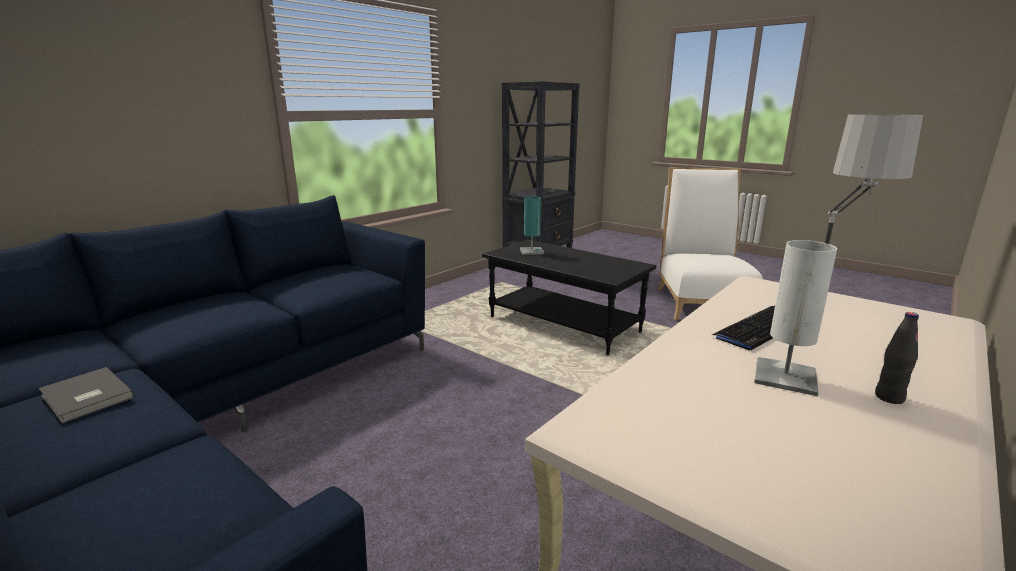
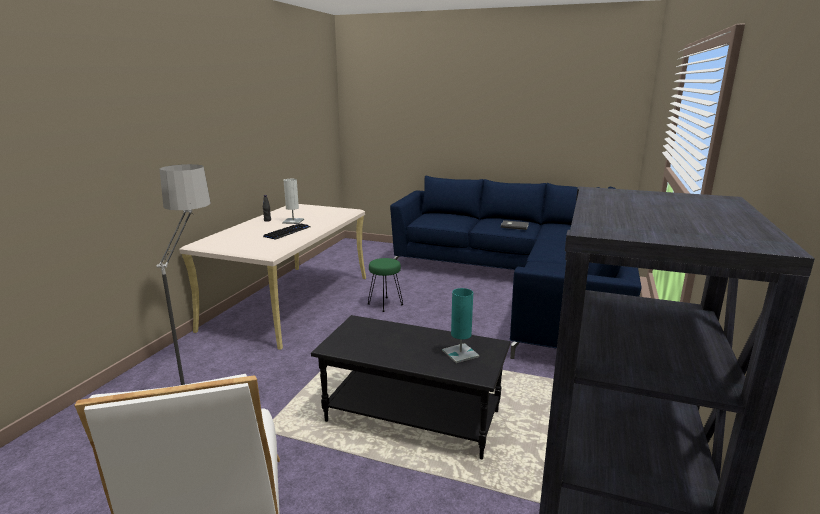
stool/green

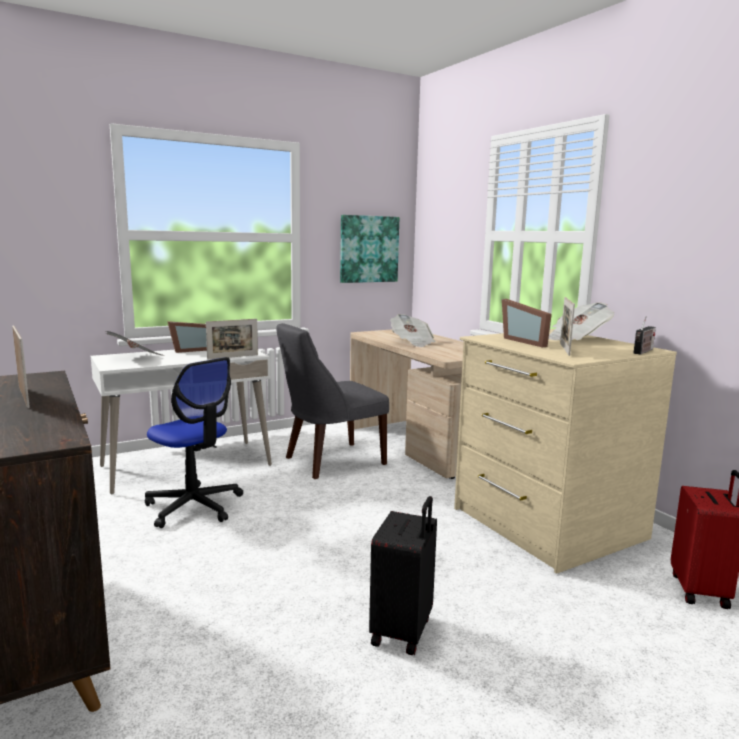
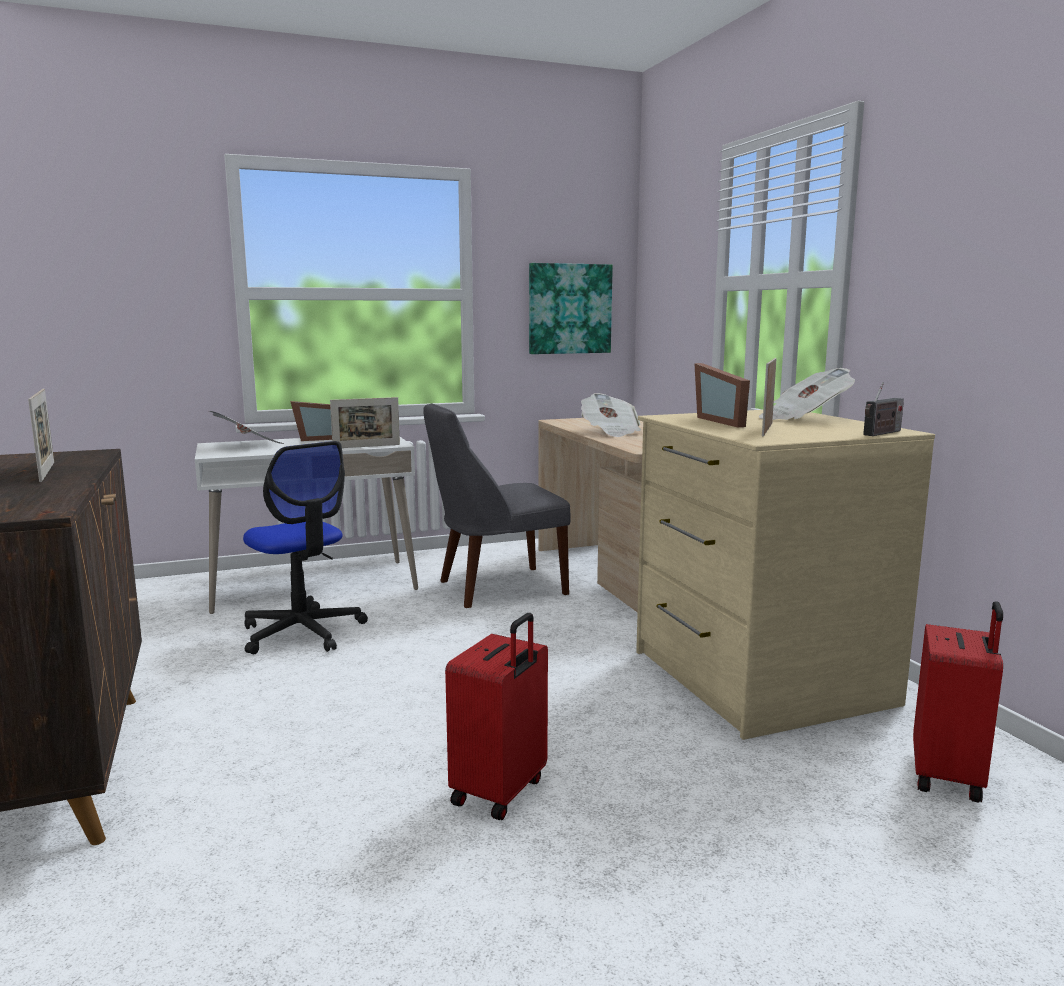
piece of luggage/reddish (1st from left)

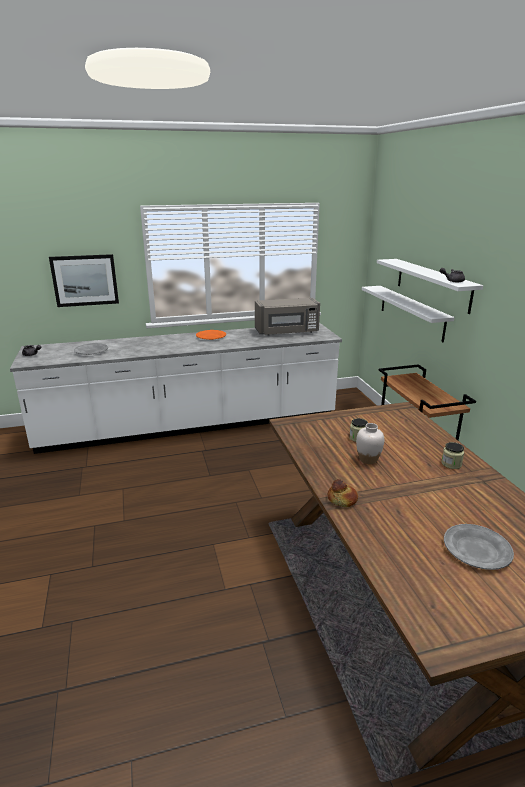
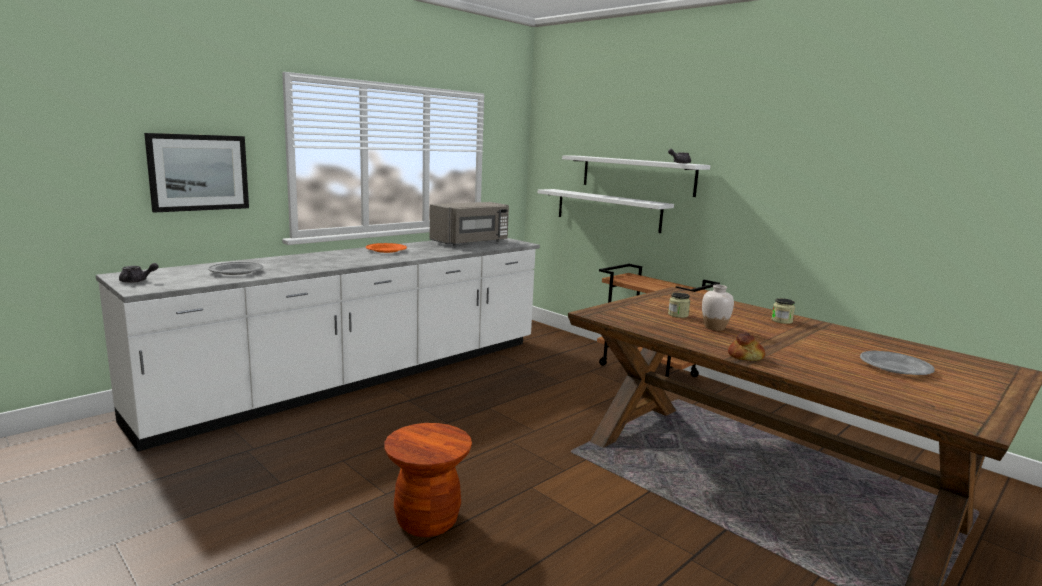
stool/brown-coloured

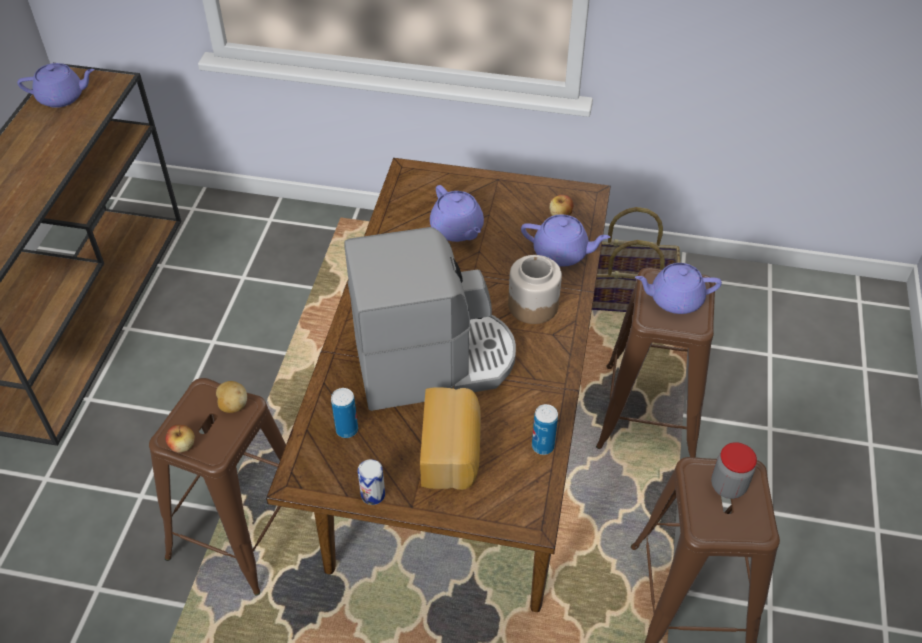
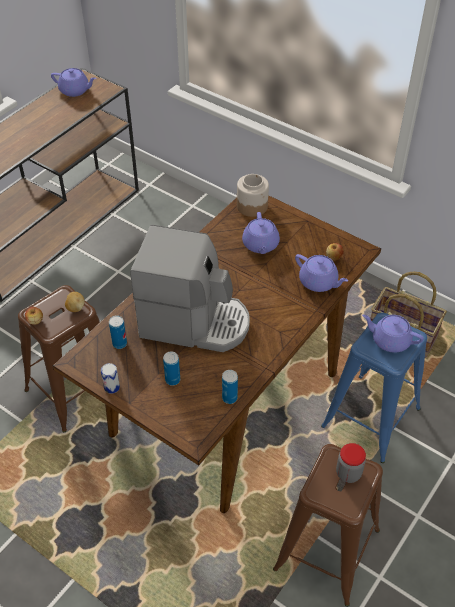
sealed can (3rd from left)
preserve jar (1st from left)
stool/bluish

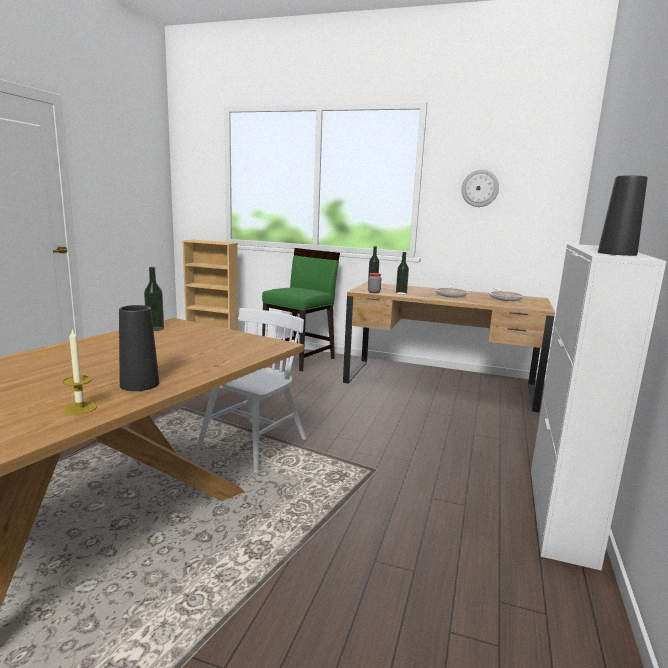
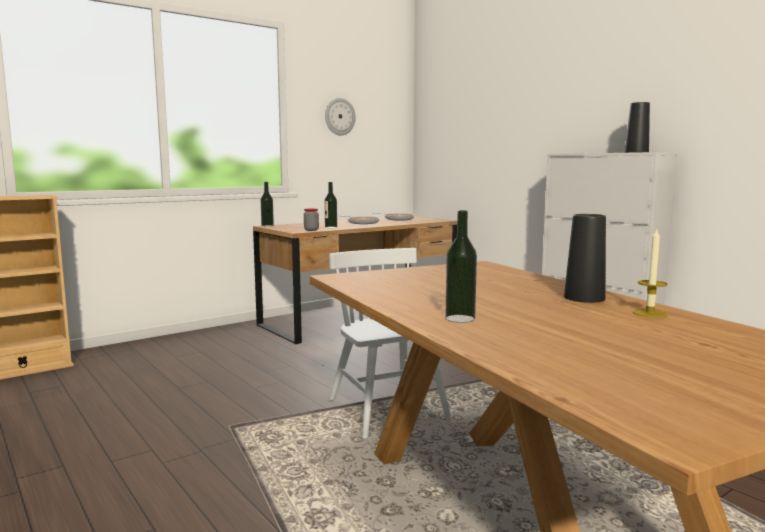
beverage bottle (3rd from left)
plain chair/green

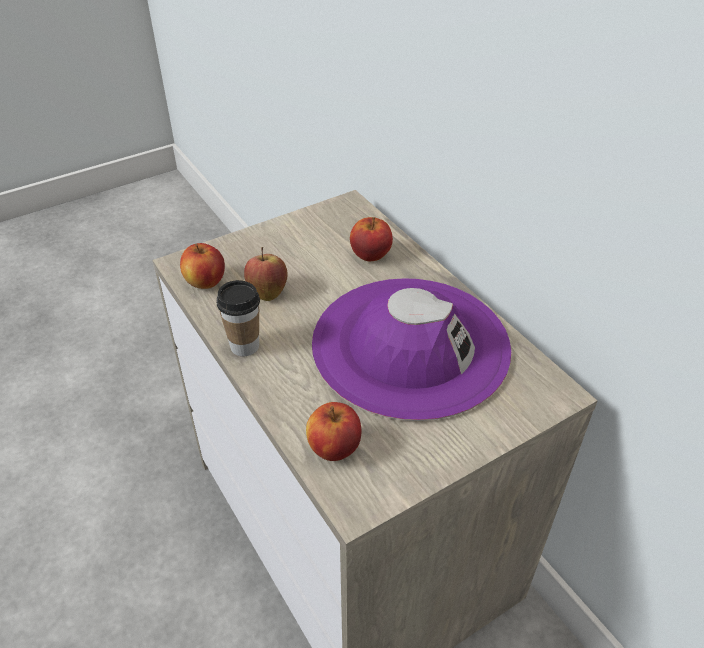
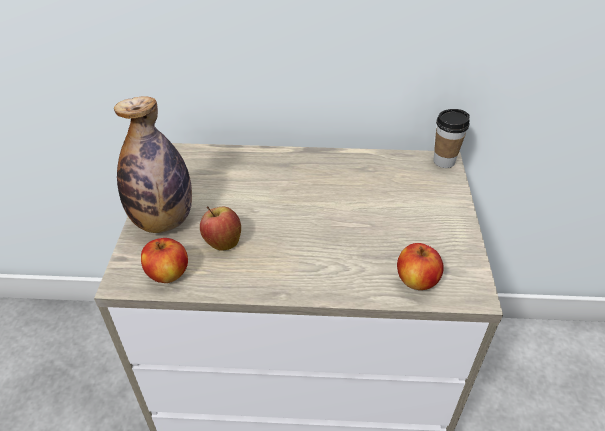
beverage bottle
small cup
hat/purplish
apple (4th from left in the first image)

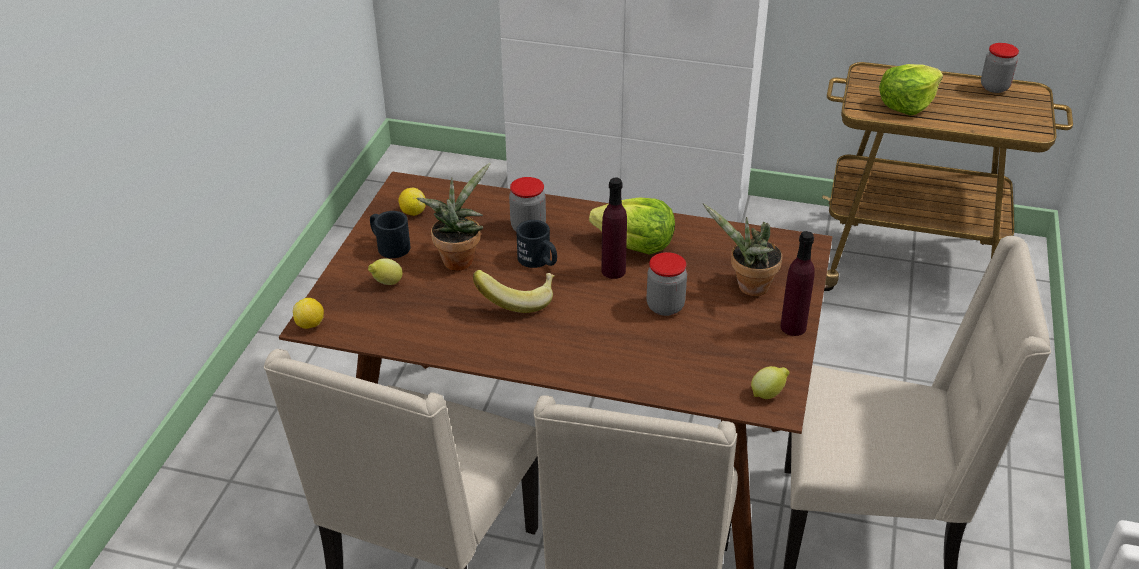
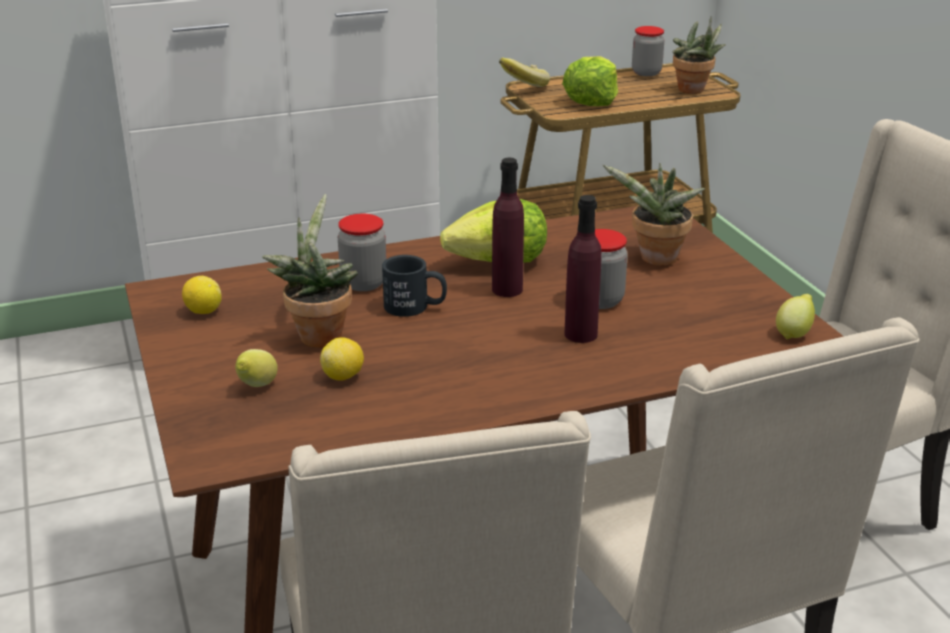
citrus fruit (3rd from left)
banana fruit
beverage bottle/purplish (2nd from left)
plant in a pot (3rd from left)
mug/black-coloured (1st from left in the first image)

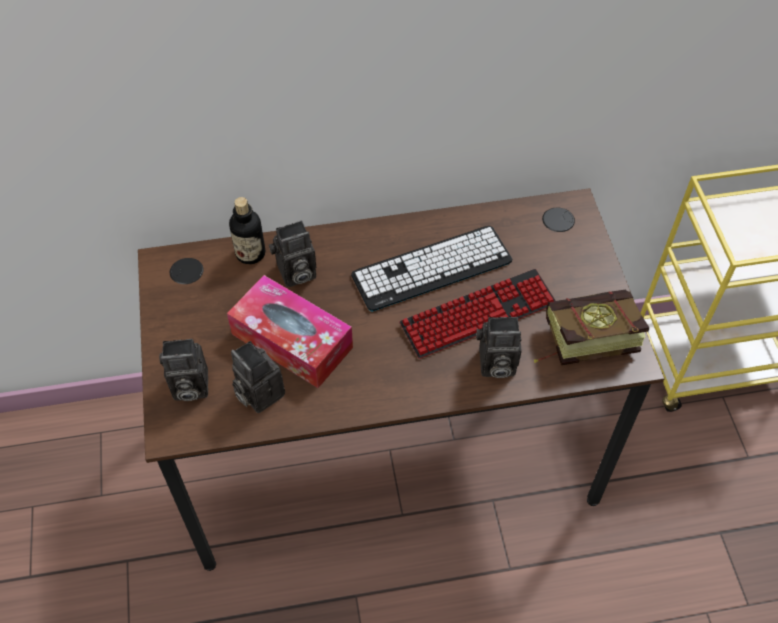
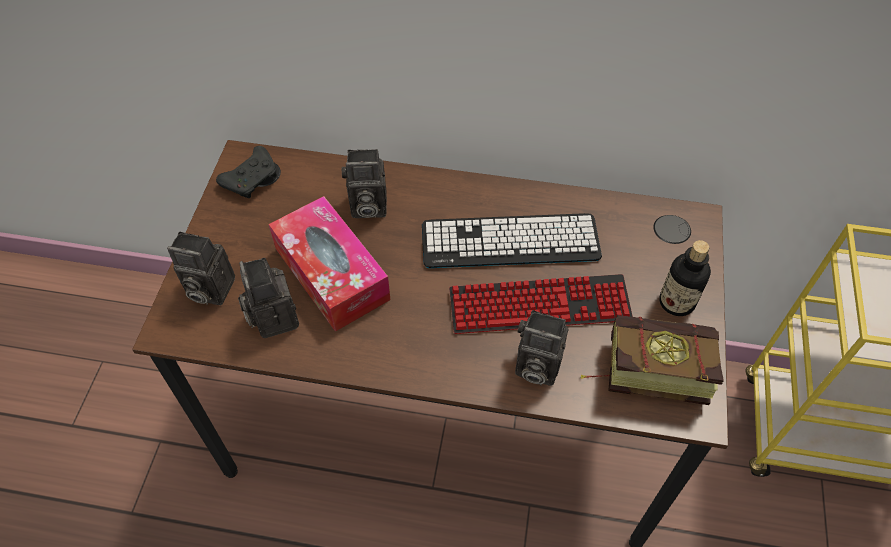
joypad/black-coloured
beverage bottle

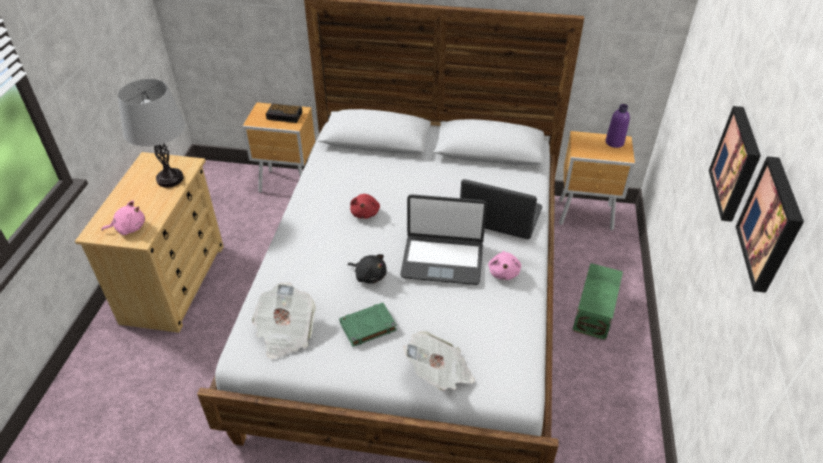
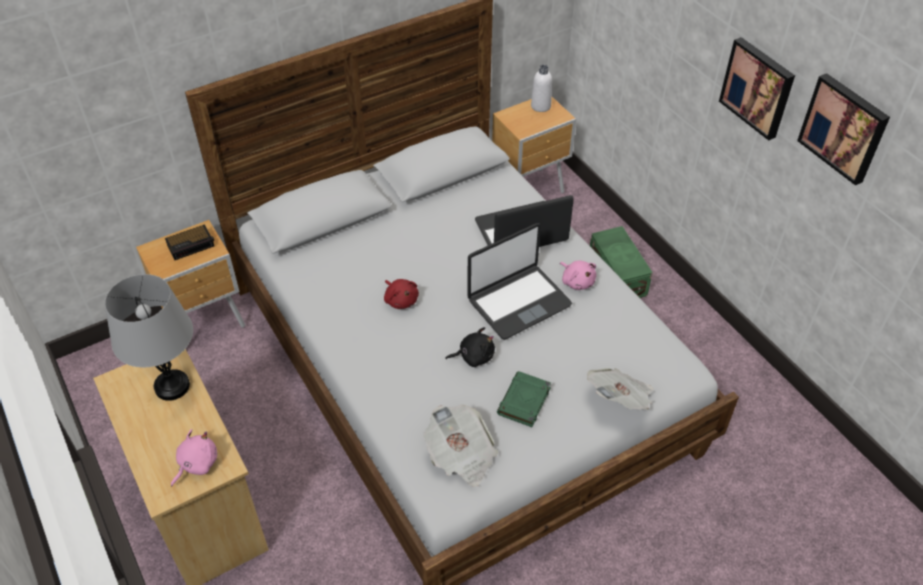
beverage bottle/white

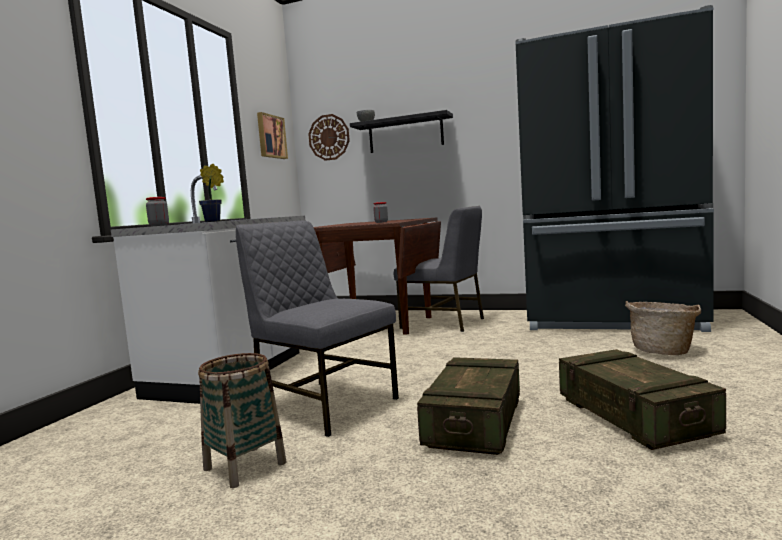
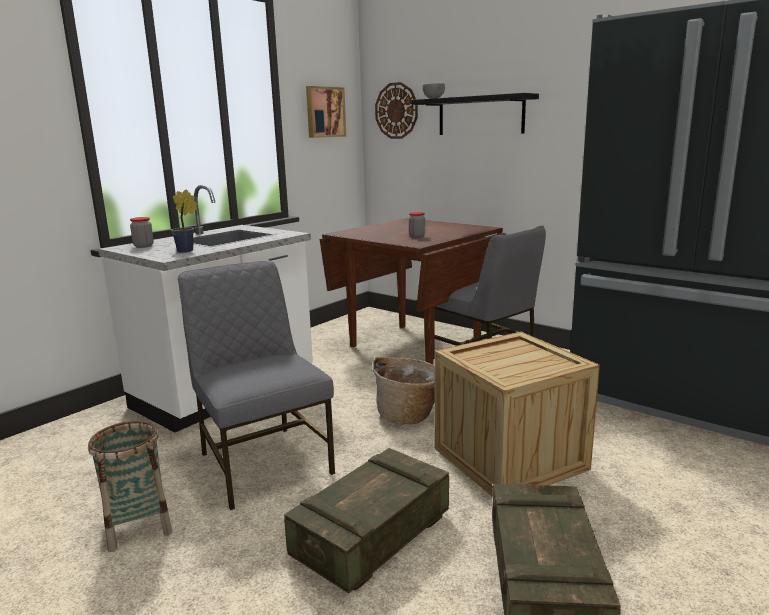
basket (2nd from left)
shipping crate (2nd from left)

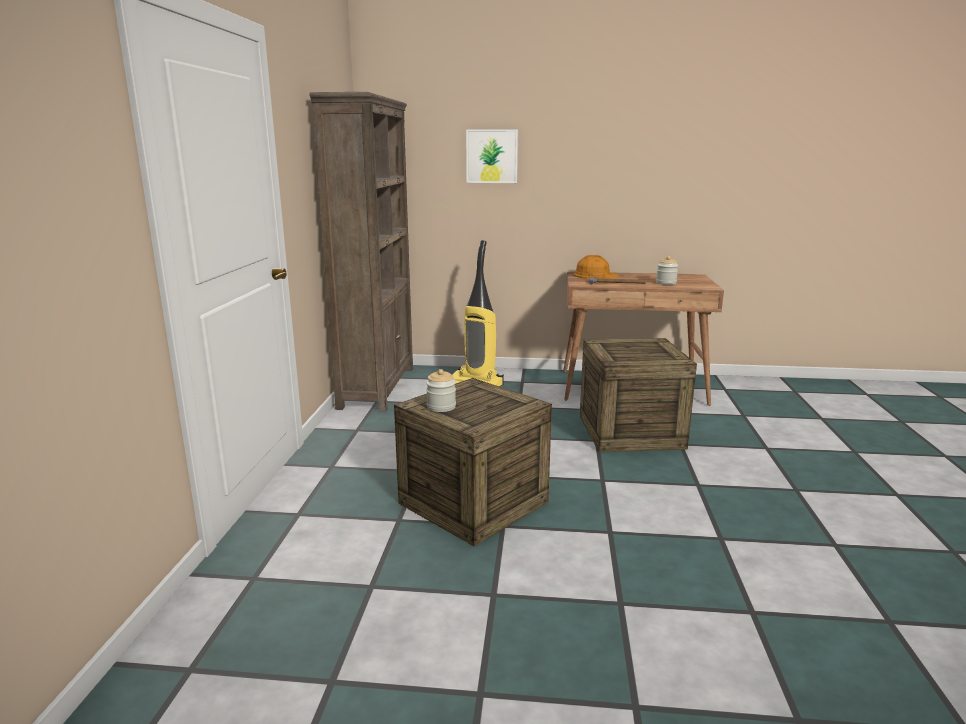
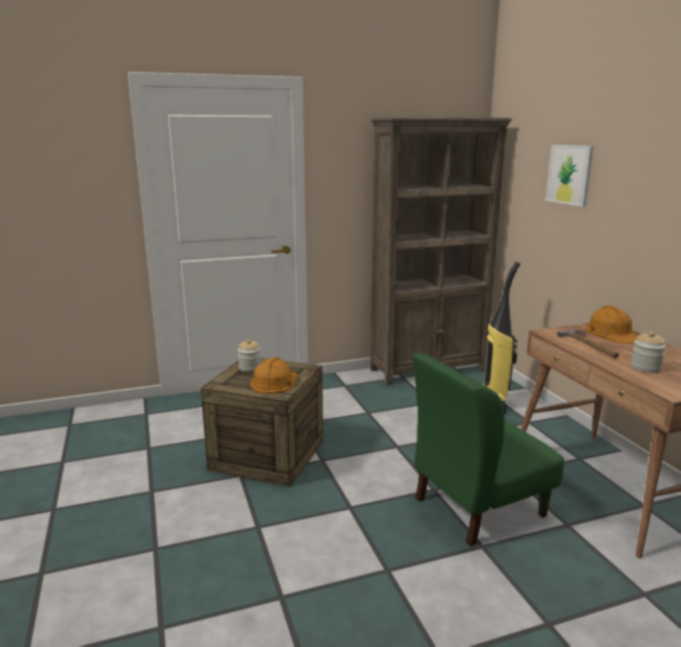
safety helmet/orange (1st from left)
plain chair/green

